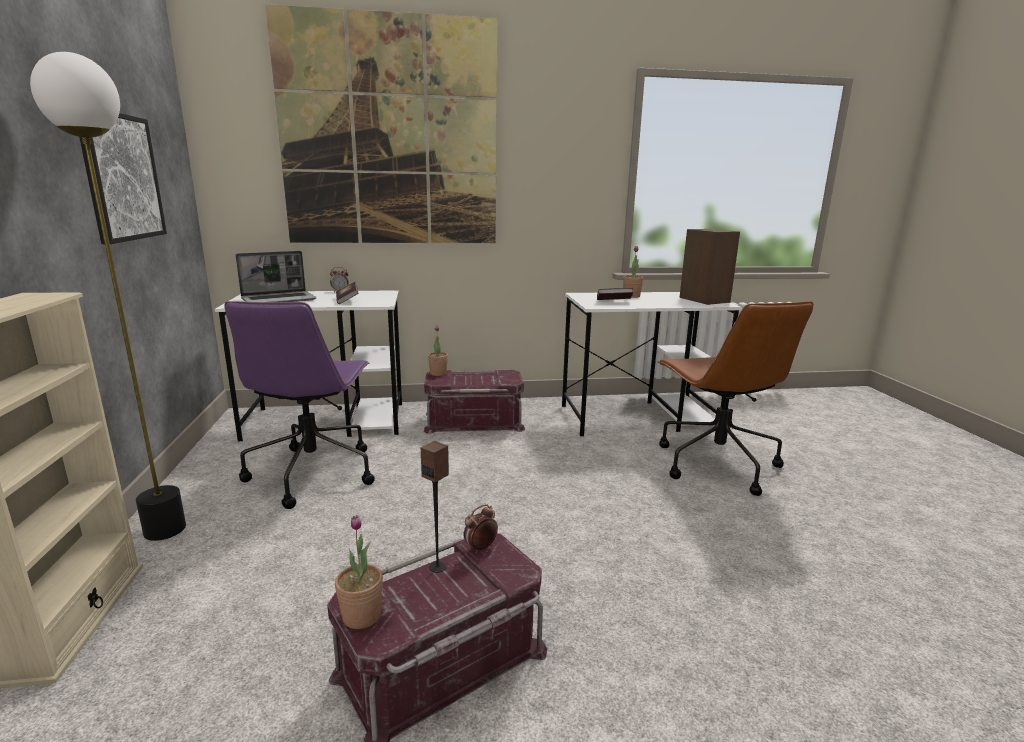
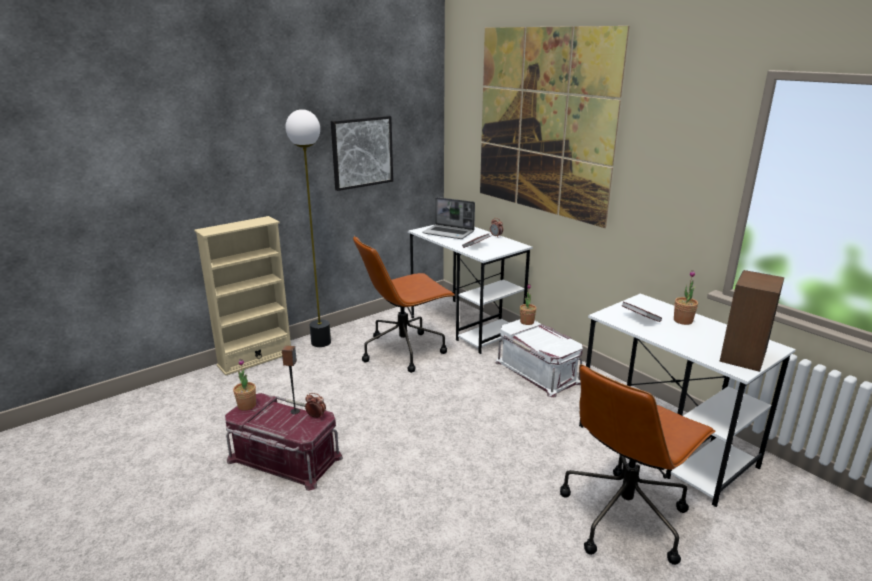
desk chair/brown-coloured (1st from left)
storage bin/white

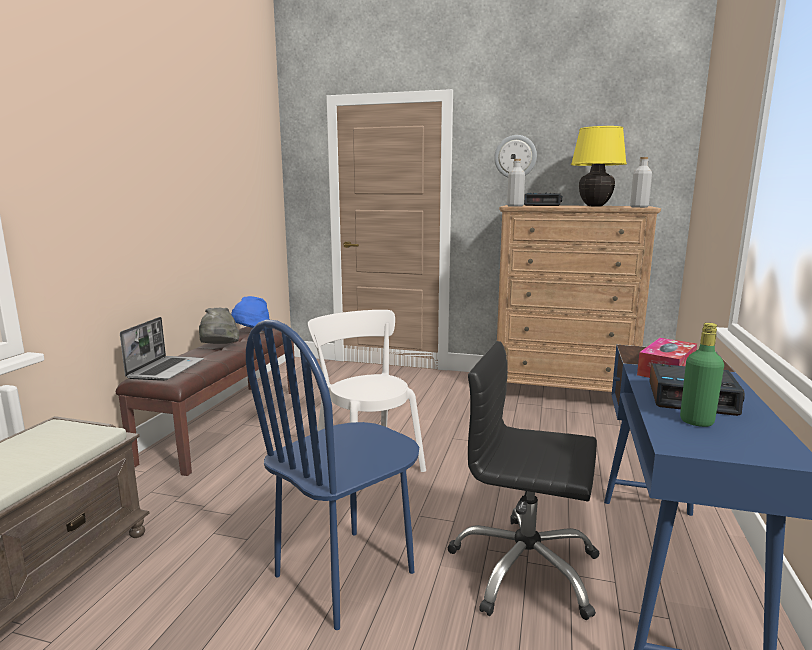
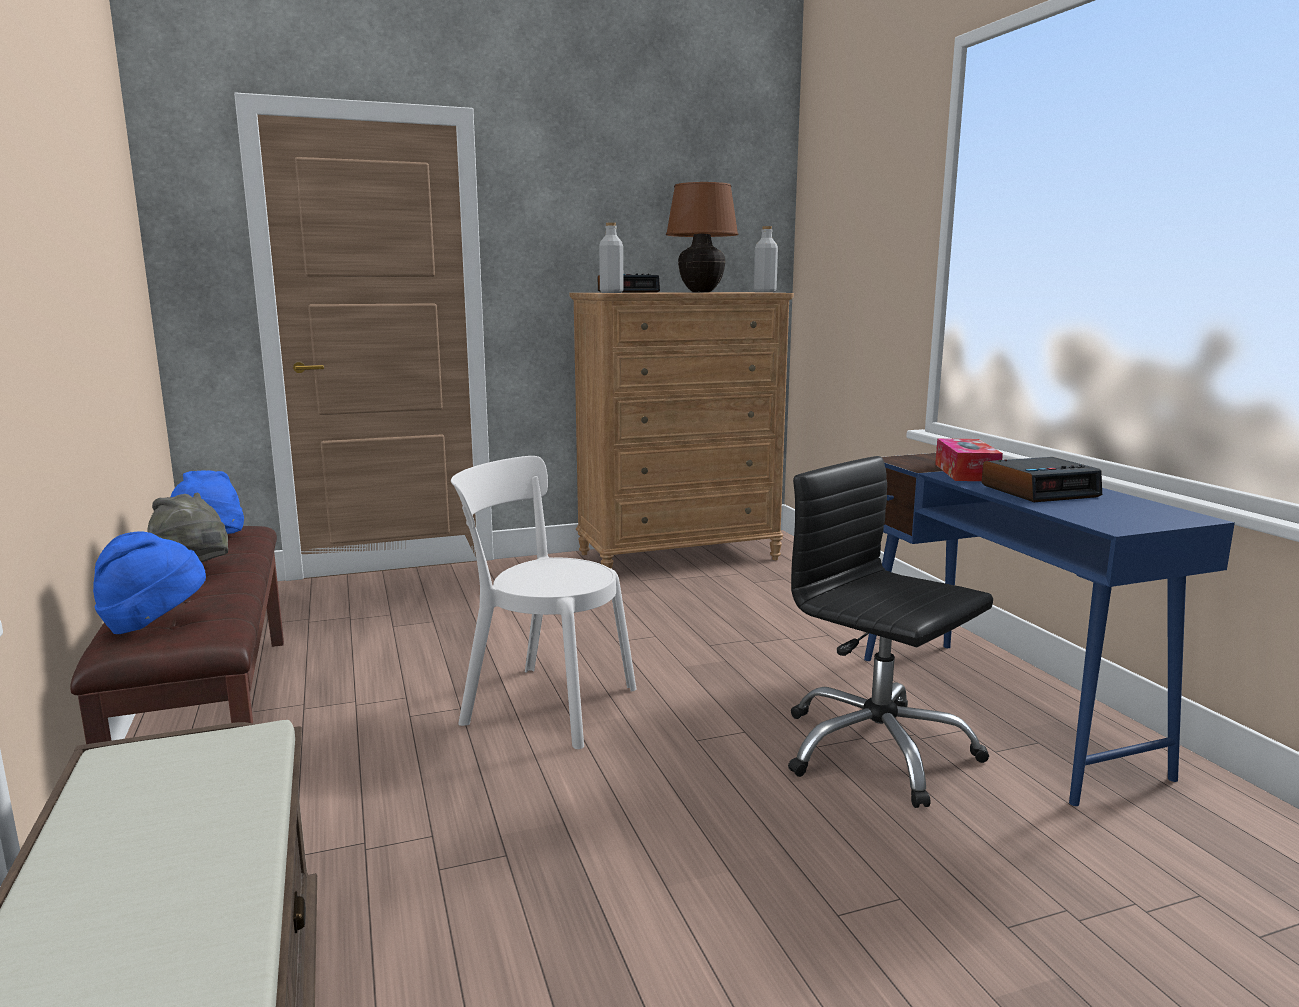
hat/bluish (1st from left)
lamp for a table/brown-coloured
desk chair/black-coloured
plain chair/bluish
wall clock
beverage bottle/green

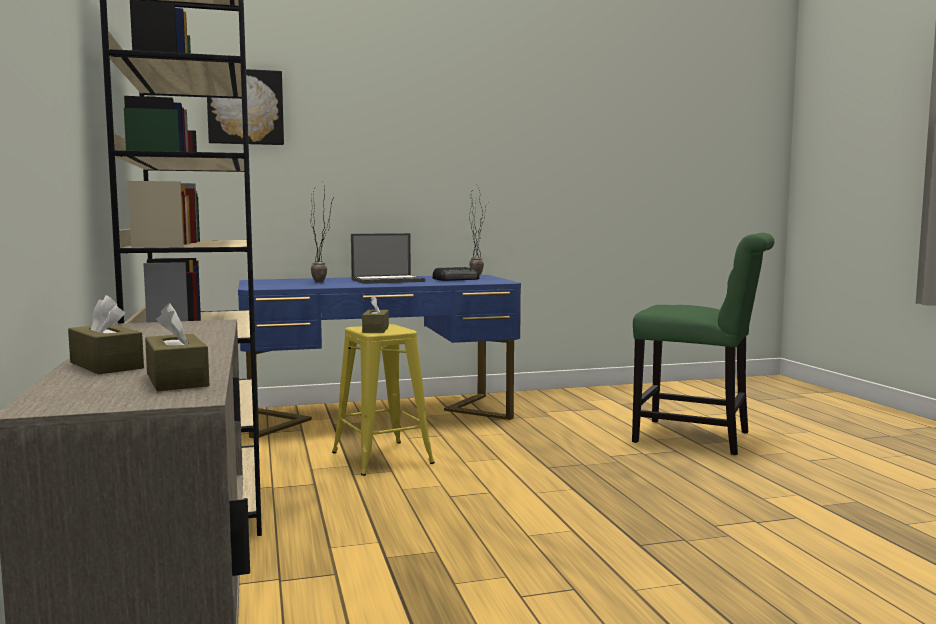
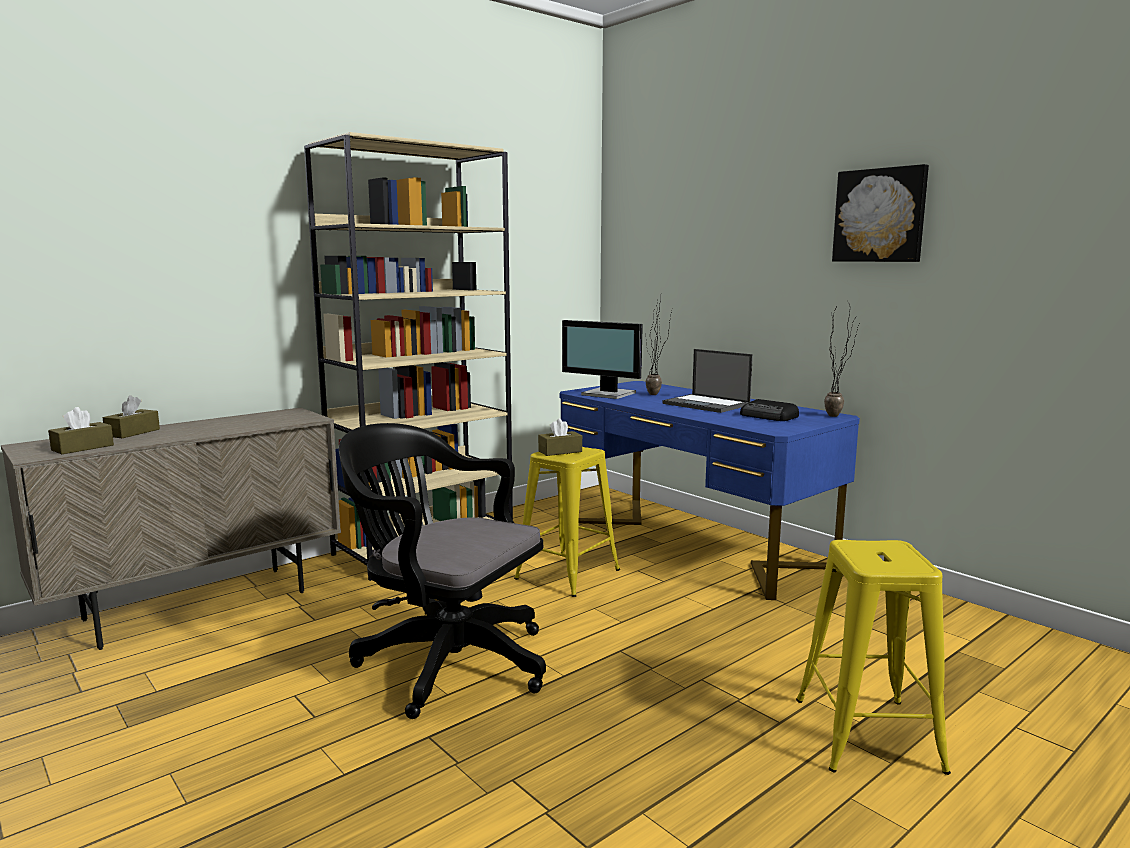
desk chair/black-coloured
computer screen
stool/yellow-coloured (2nd from left)
wall art

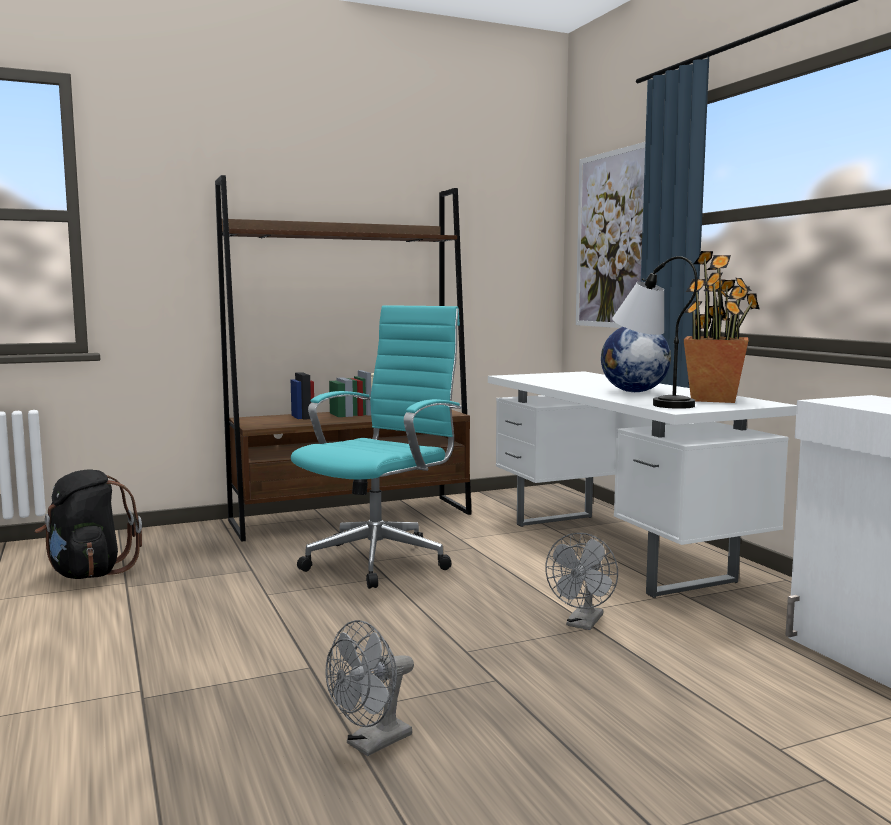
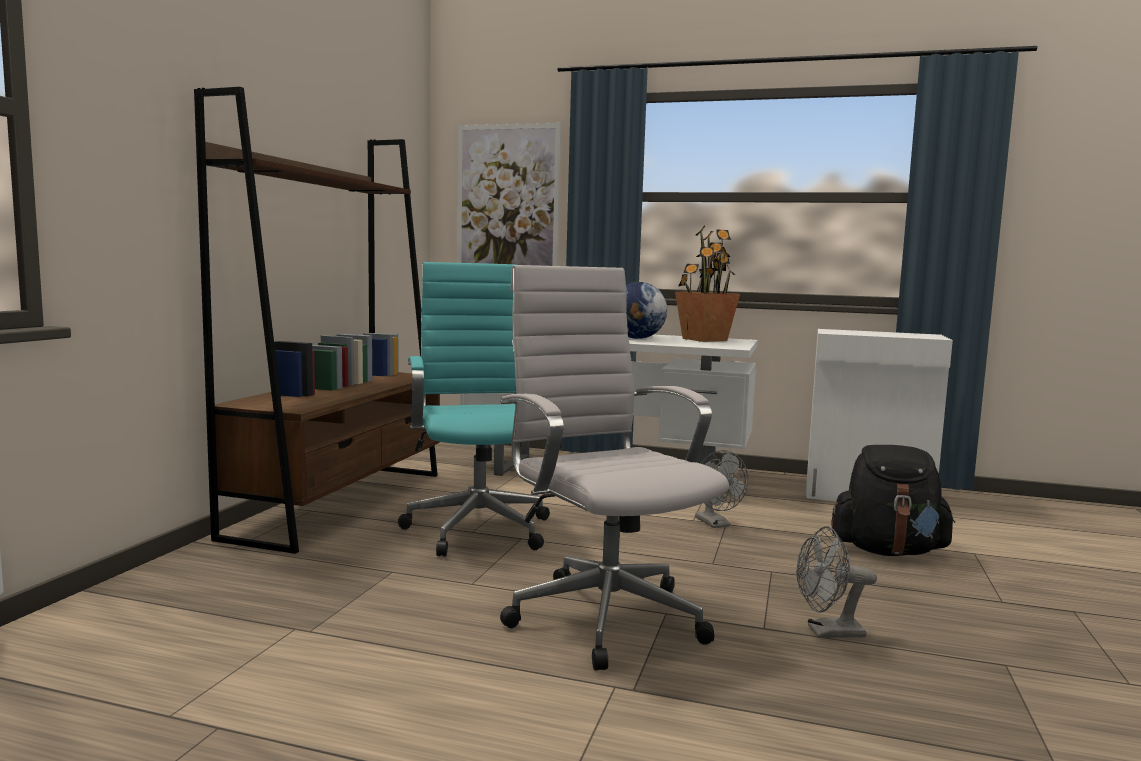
desk chair/white
electric fan/gray (2nd from left)
backpack/black-coloured
lamp for a table

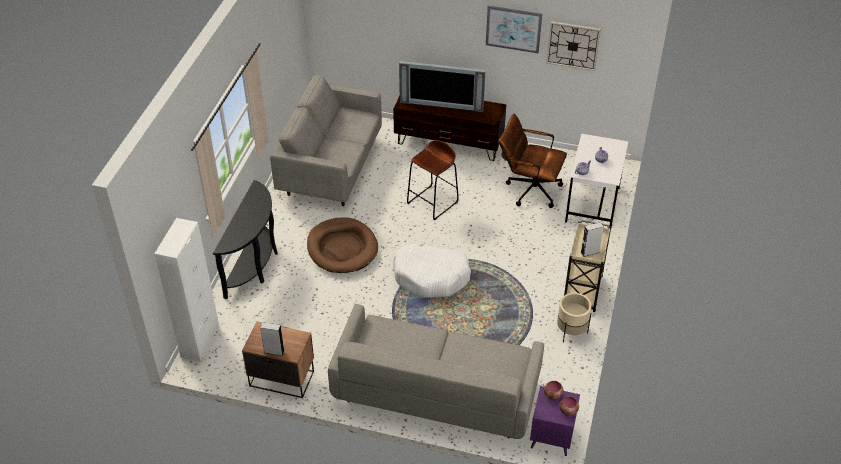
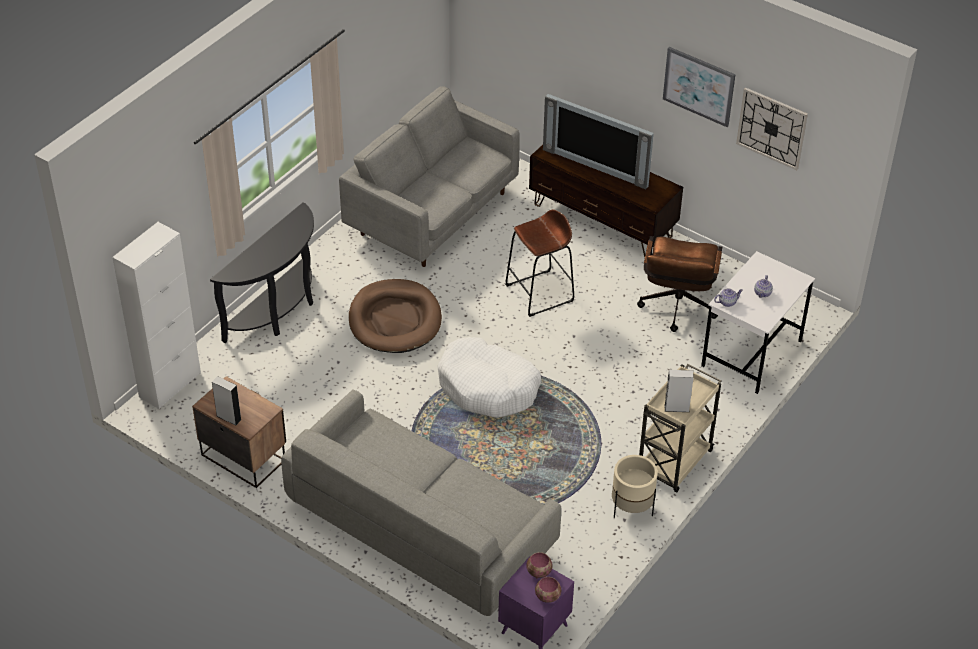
desk chair/brown-coloured

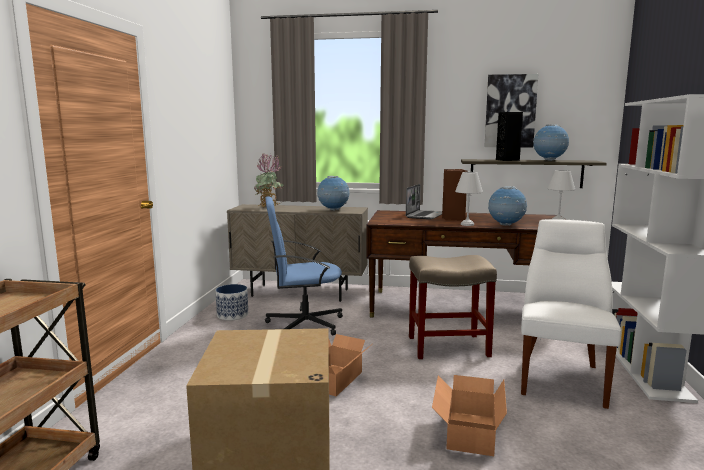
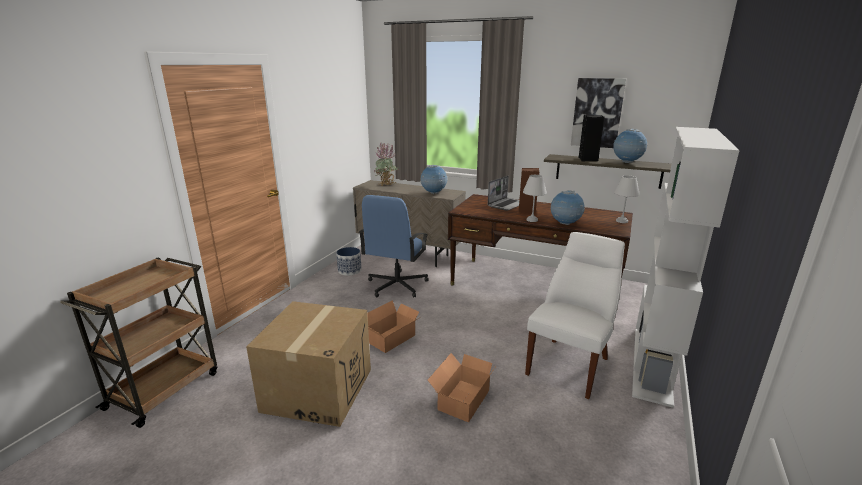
desk chair/bluish
stool/sand-coloured

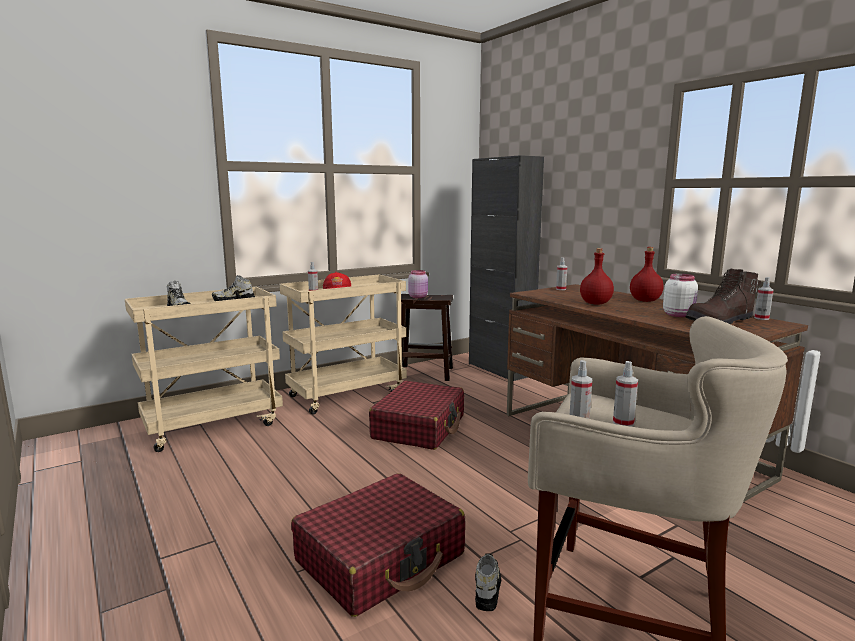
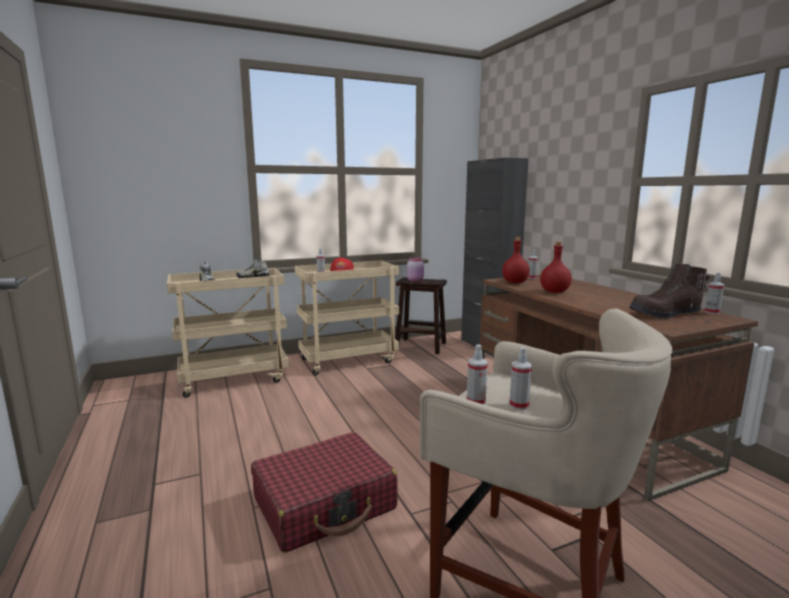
beverage bottle/reddish (1st from left)
piece of luggage/reddish (2nd from left in the first image)
shoe (3rd from left in the first image)
preserve jar/white

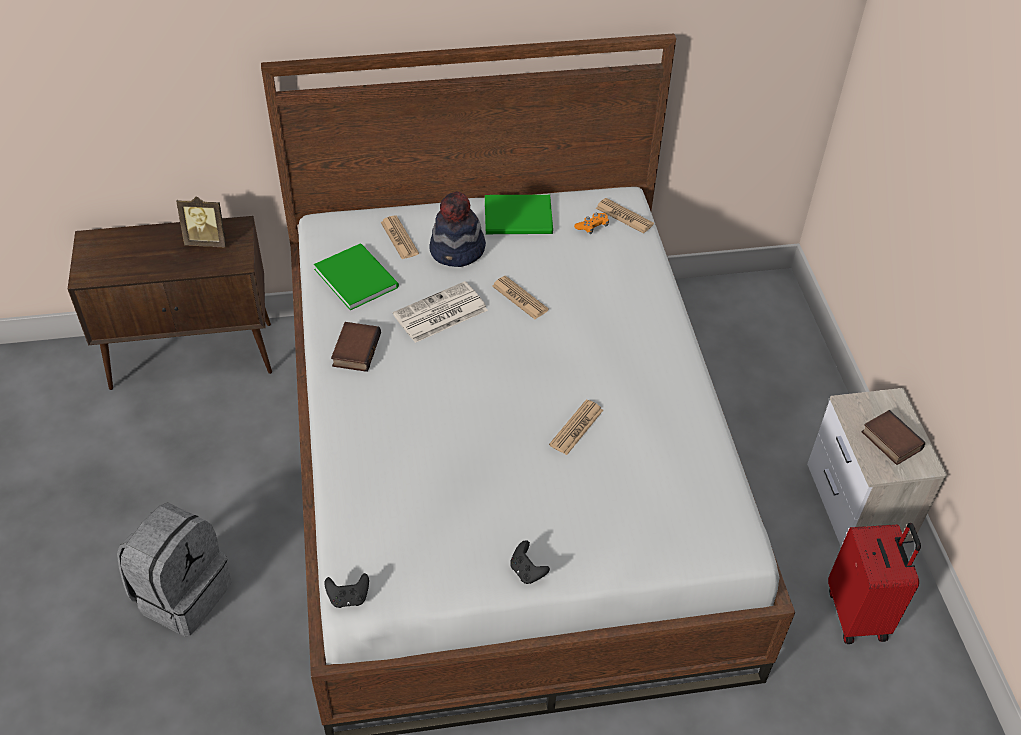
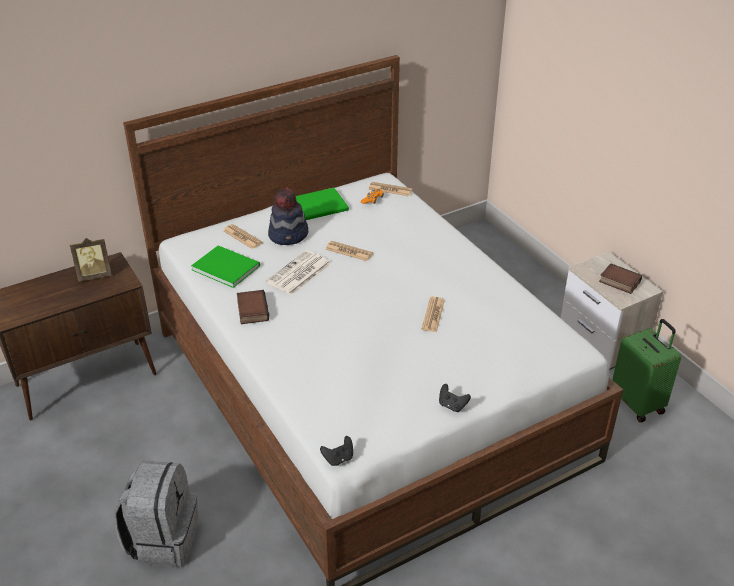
piece of luggage/green

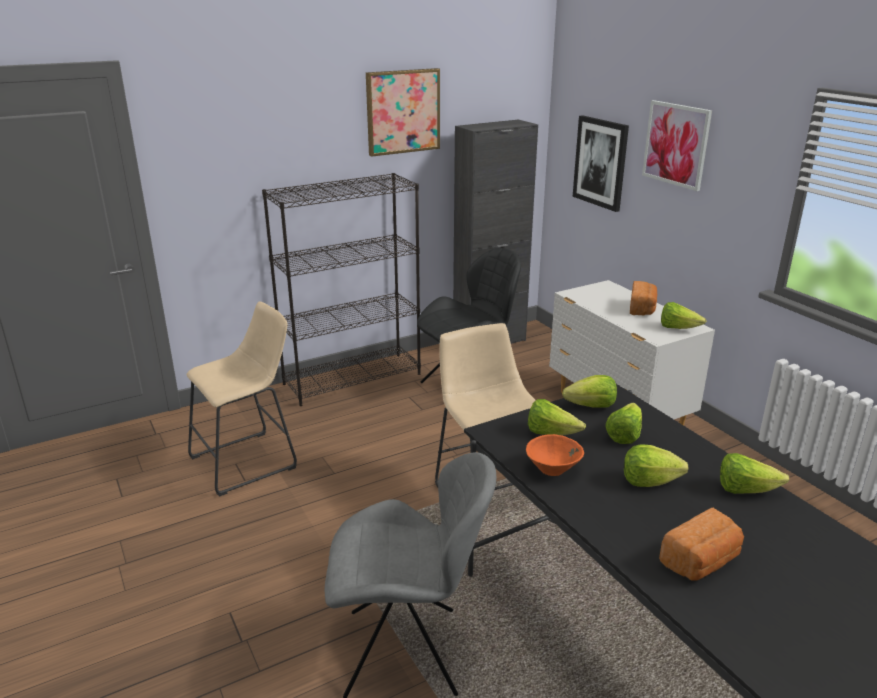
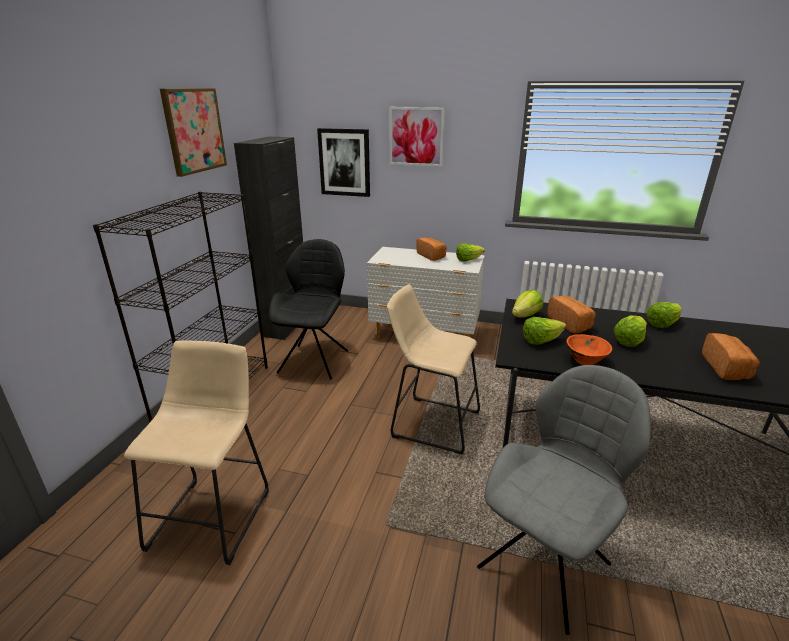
bread (2nd from left)

